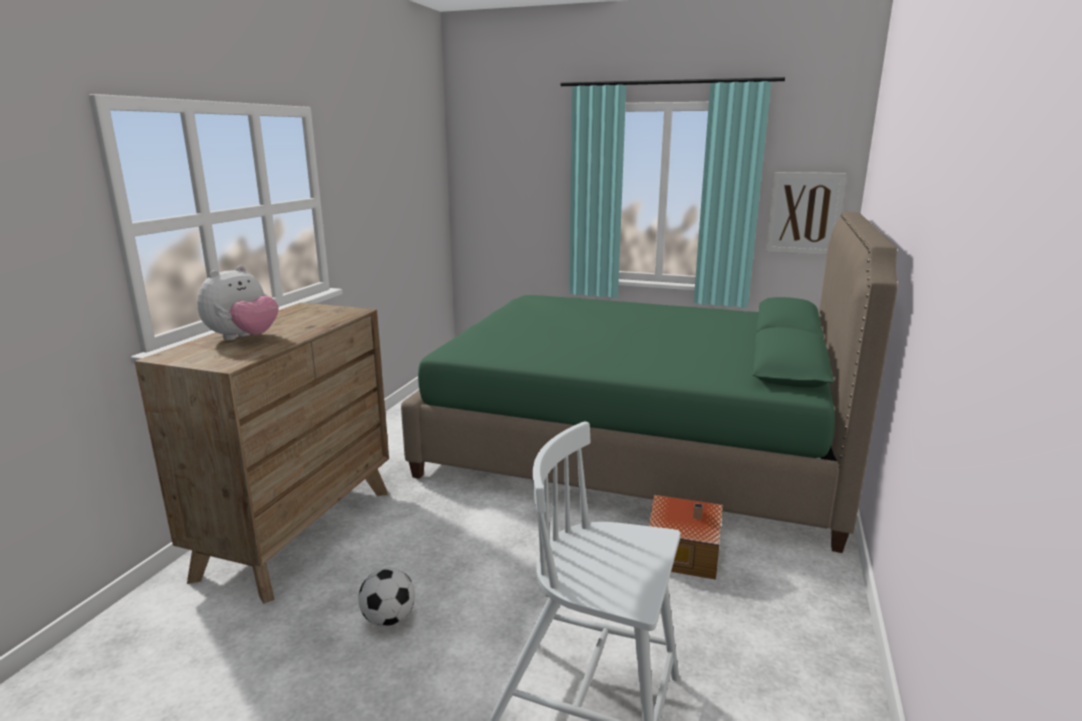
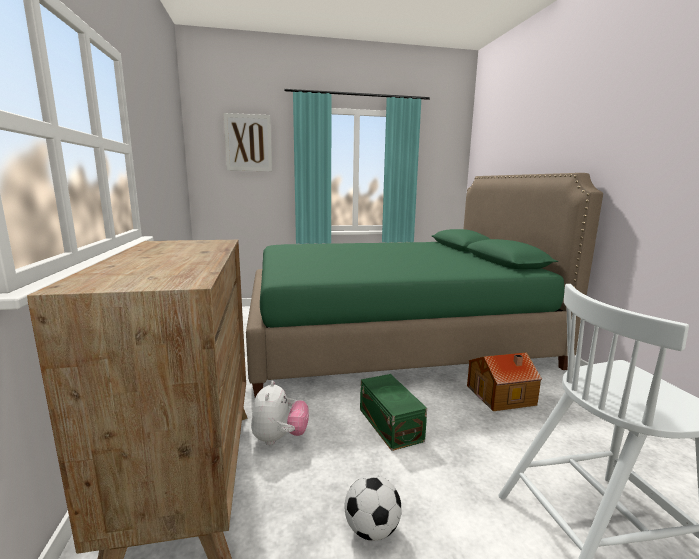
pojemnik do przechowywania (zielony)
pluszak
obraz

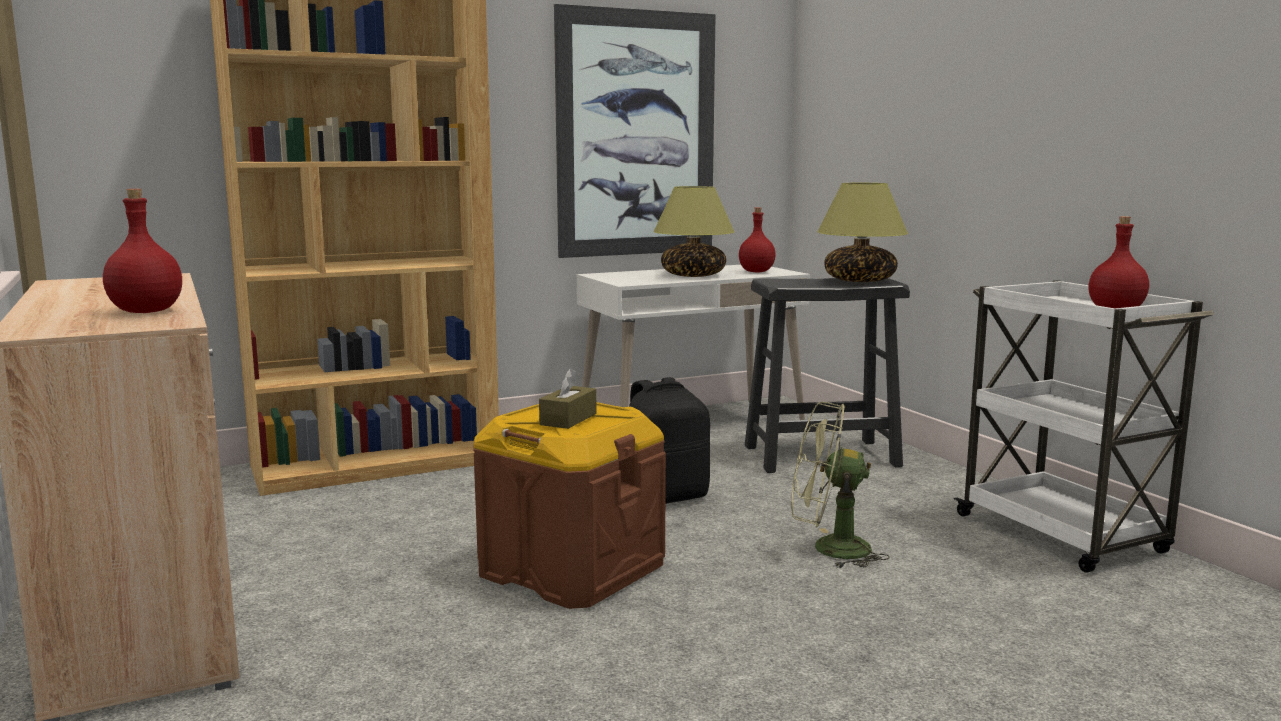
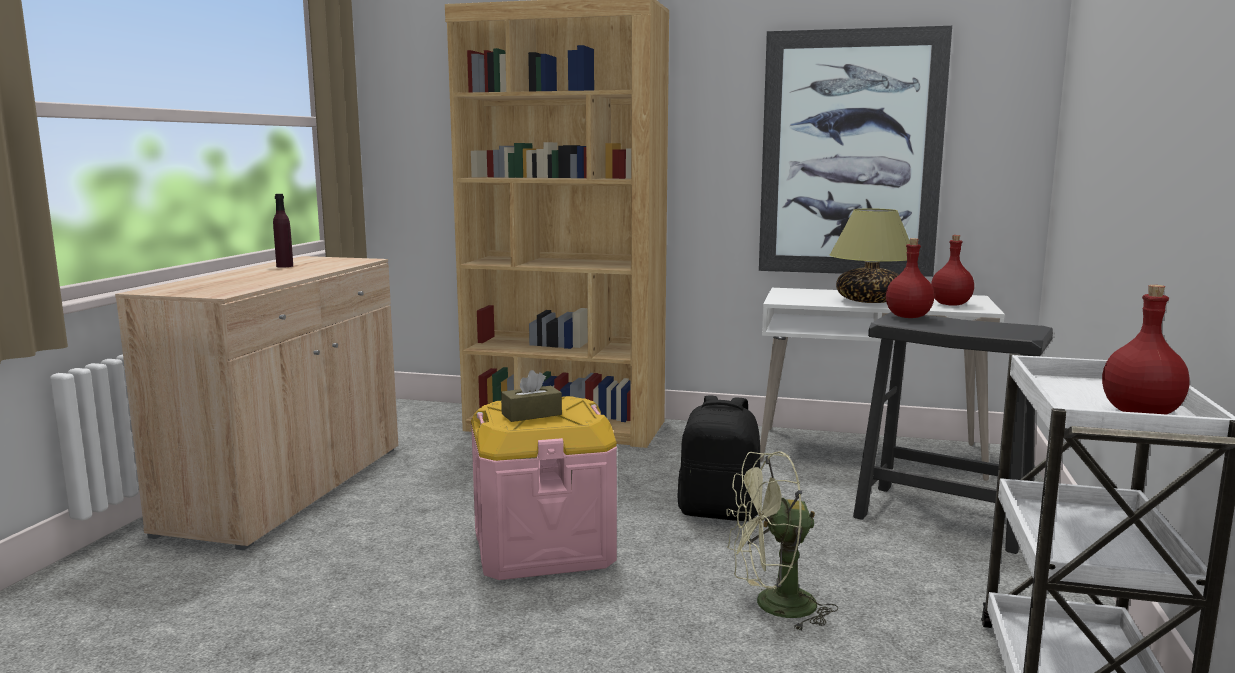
lampa stołowa (2nd from left in the first image)
butelka (fioletowy)
butelka (czerwony) (1st from left)
pojemnik do przechowywania (różowy)
wentylator (zielony)

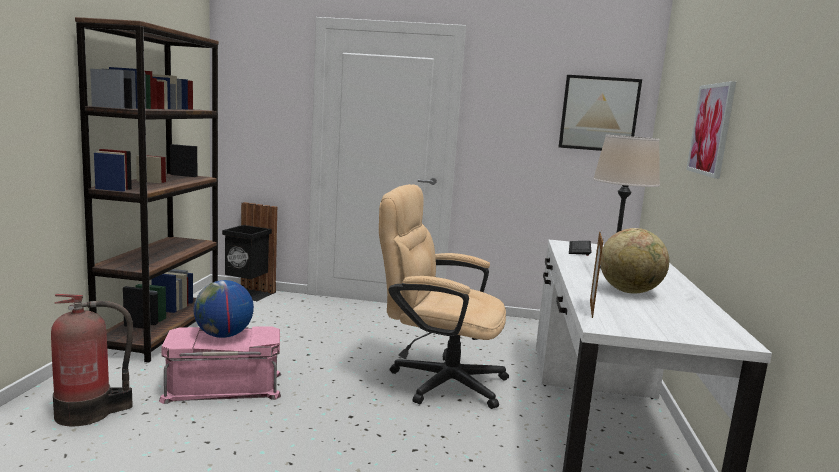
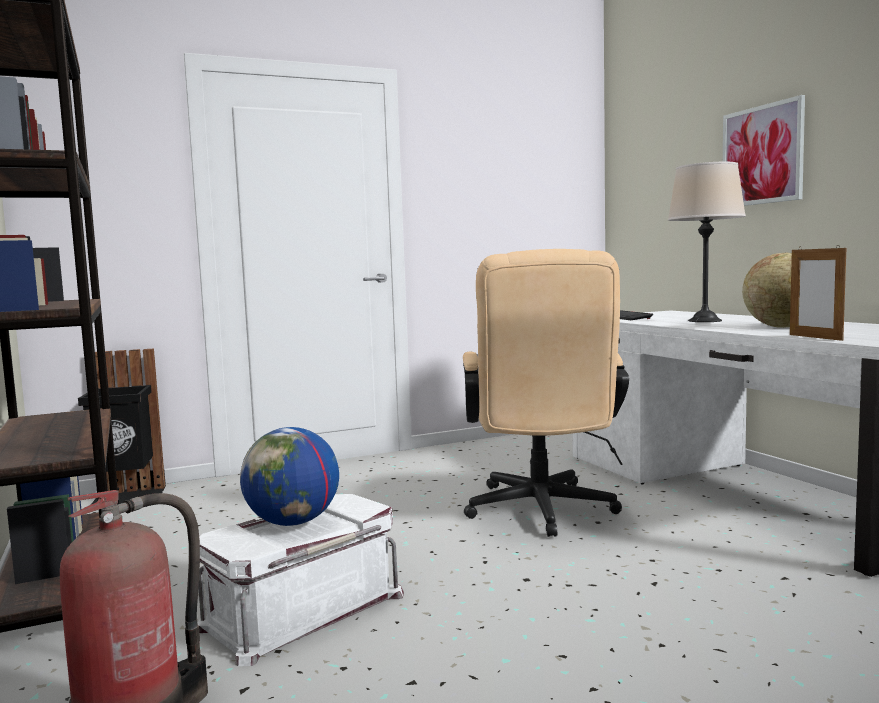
obraz (1st from left in the first image)
pojemnik do przechowywania (biały)
krzesło biurowe (beżowy)

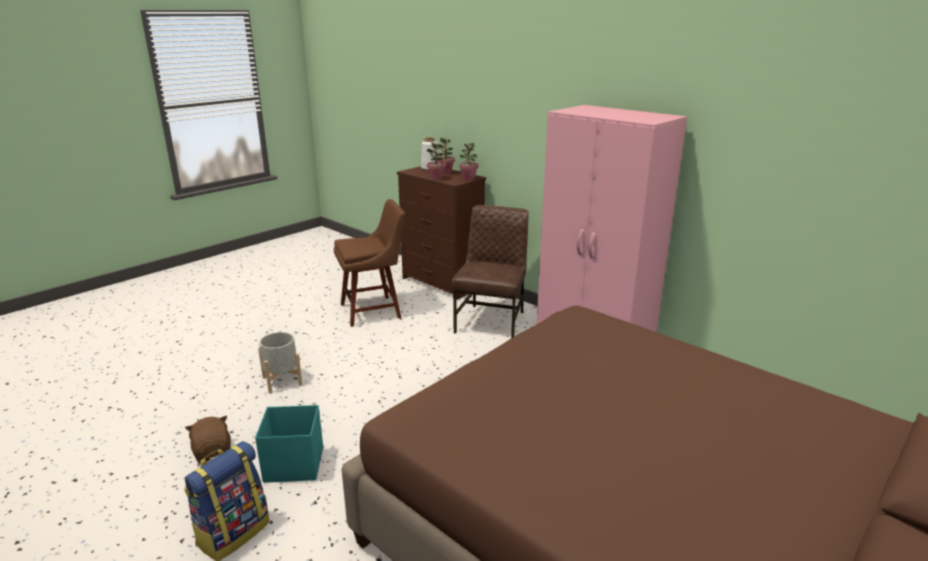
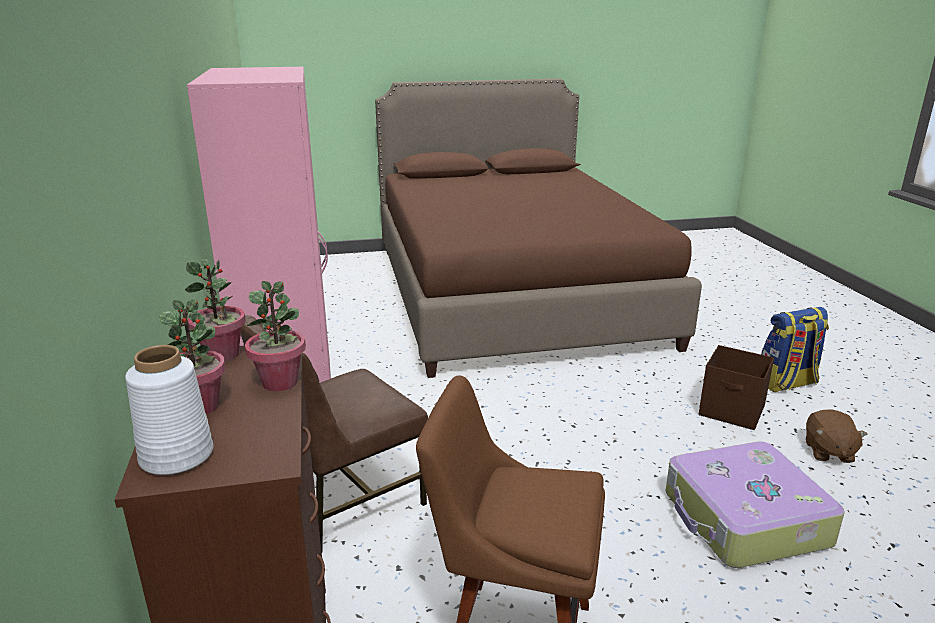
walizka
pojemnik do przechowywania (brązowy)

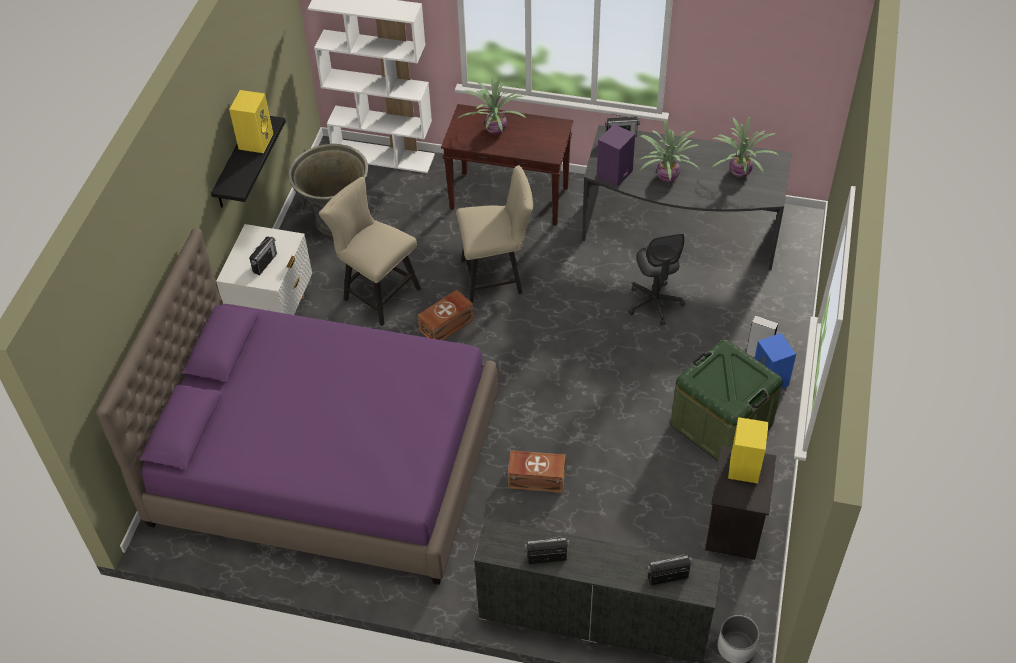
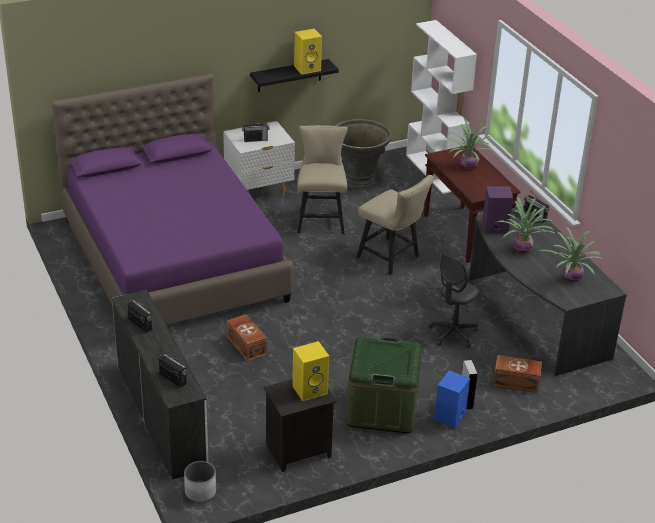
pojemnik do przechowywania (brązowy) (2nd from left)

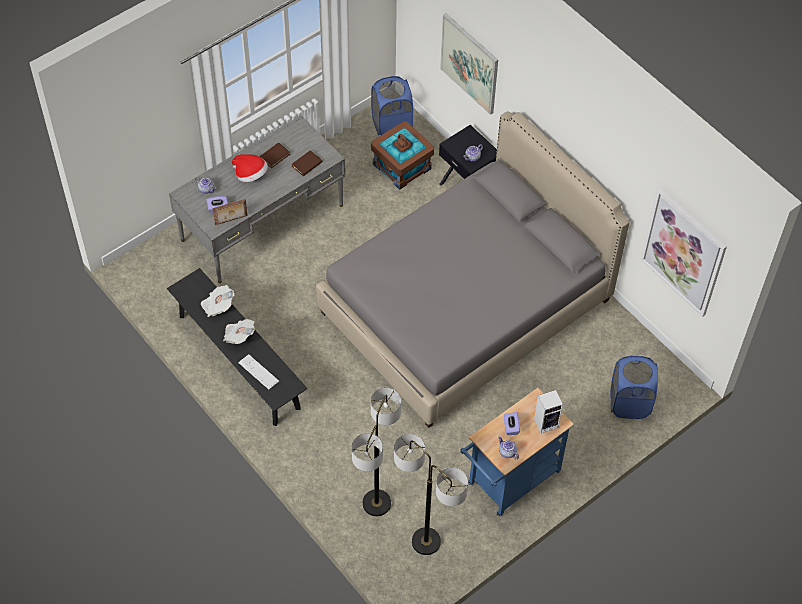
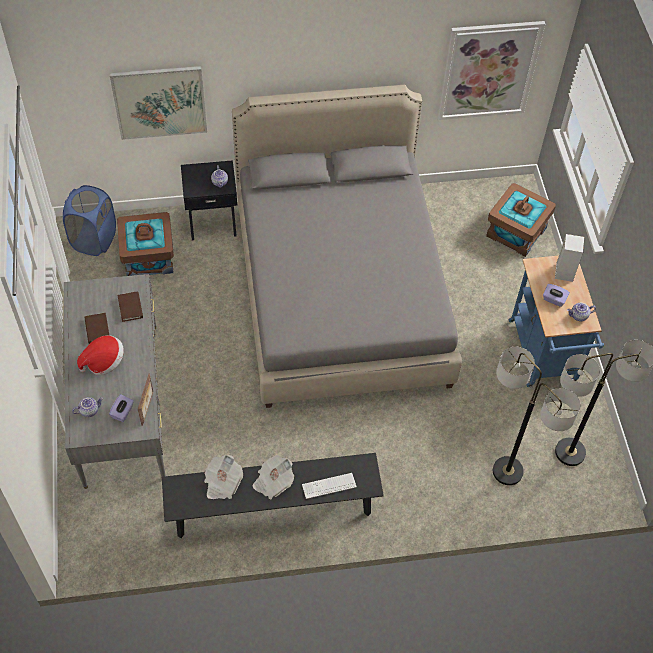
pojemnik do przechowywania (brązowy) (2nd from left)

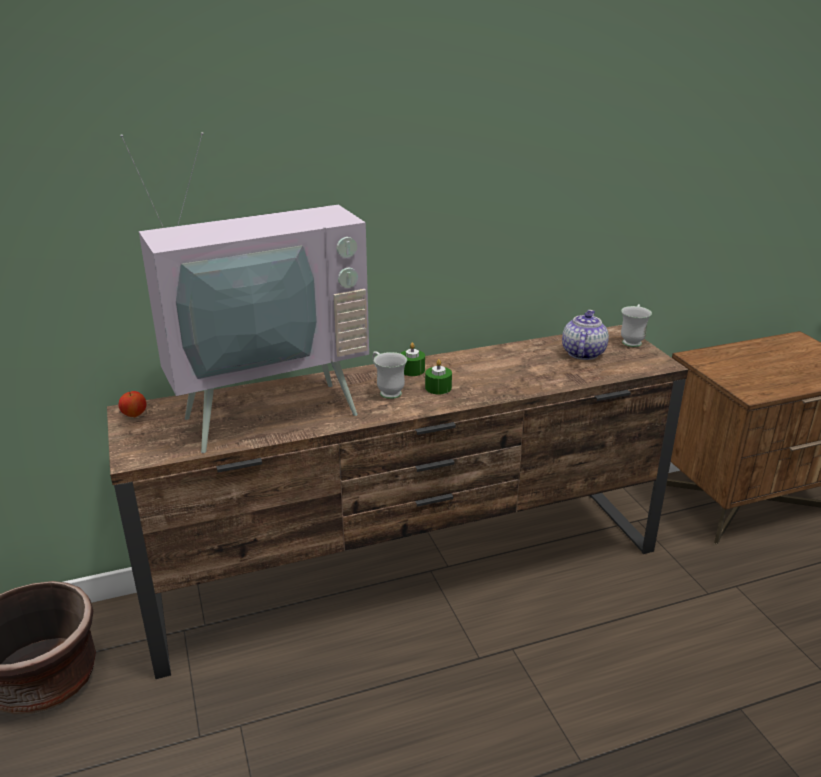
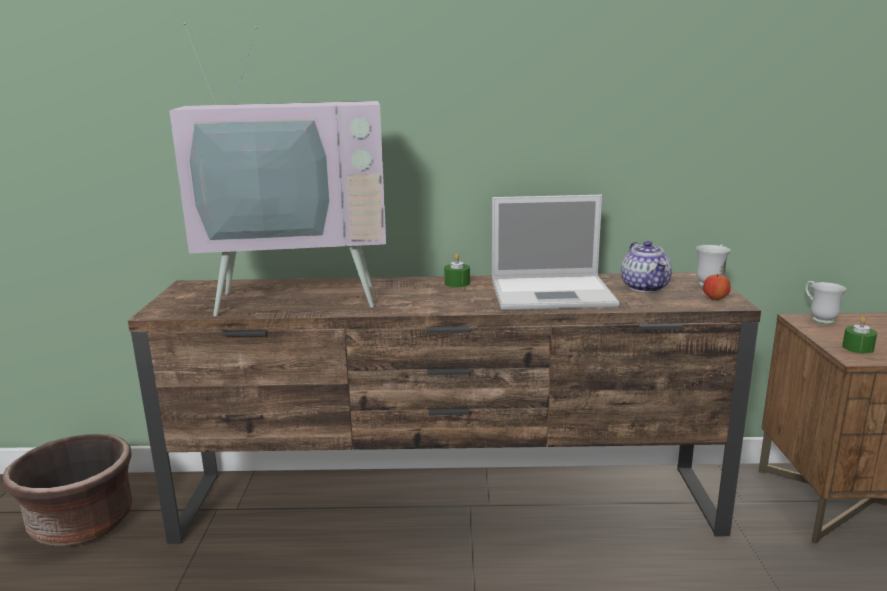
laptop
jabłko
kubek (biały) (2nd from left)
świeca (zielony) (2nd from left)
imbryk

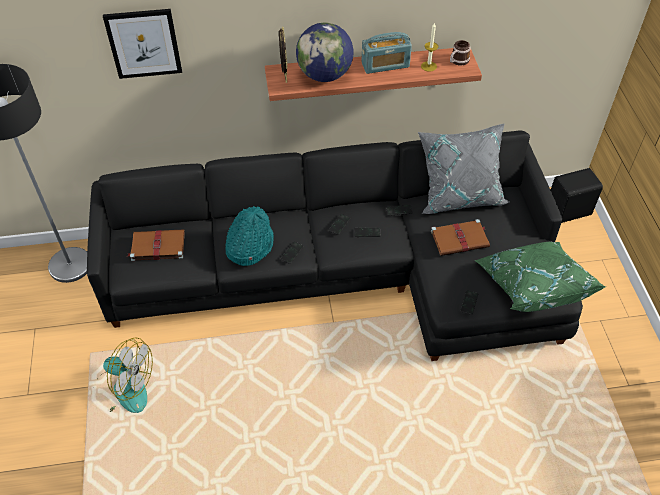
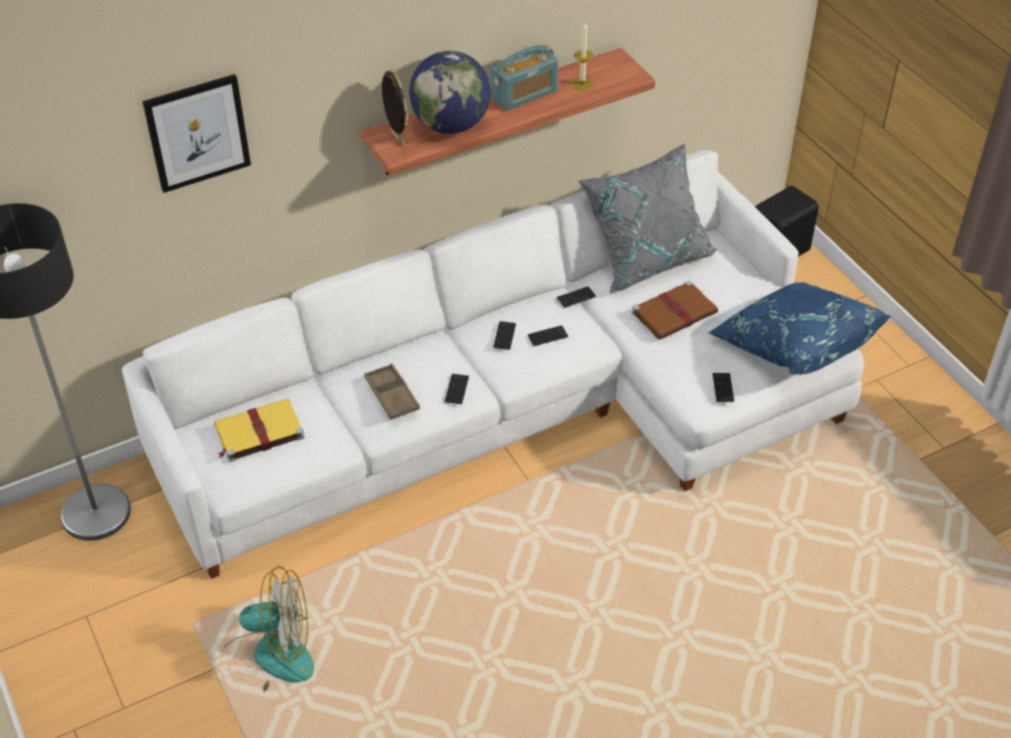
kubek
taca (brązowy)
kanapa (biały)
książka (żółty)
poduszka (niebieski)

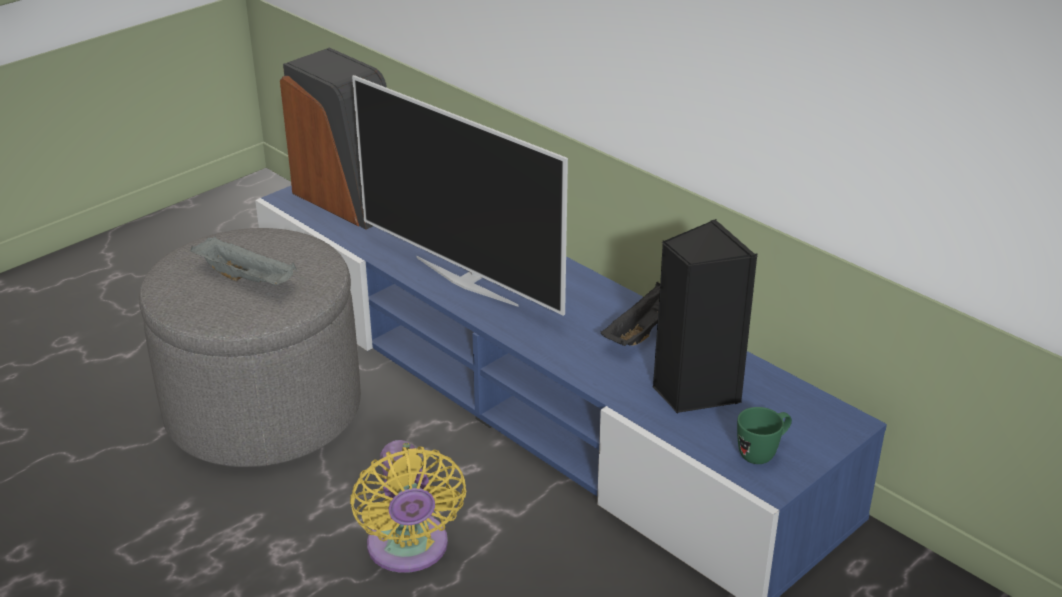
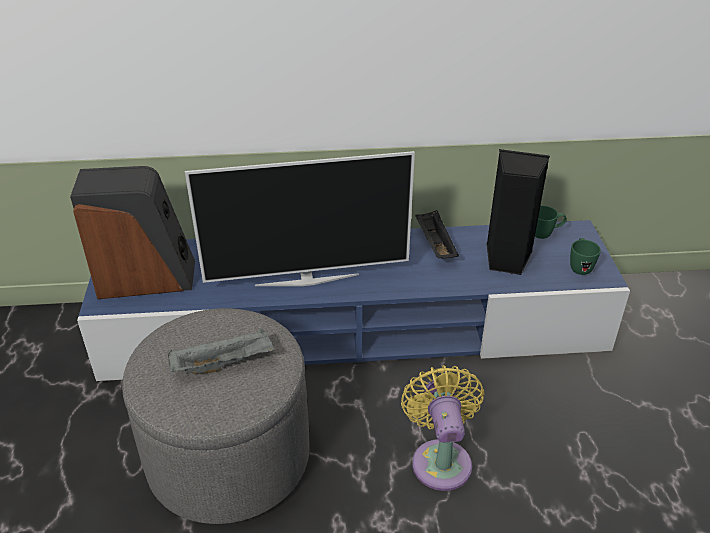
kubek (zielony) (1st from left)
wentylator (żółty)

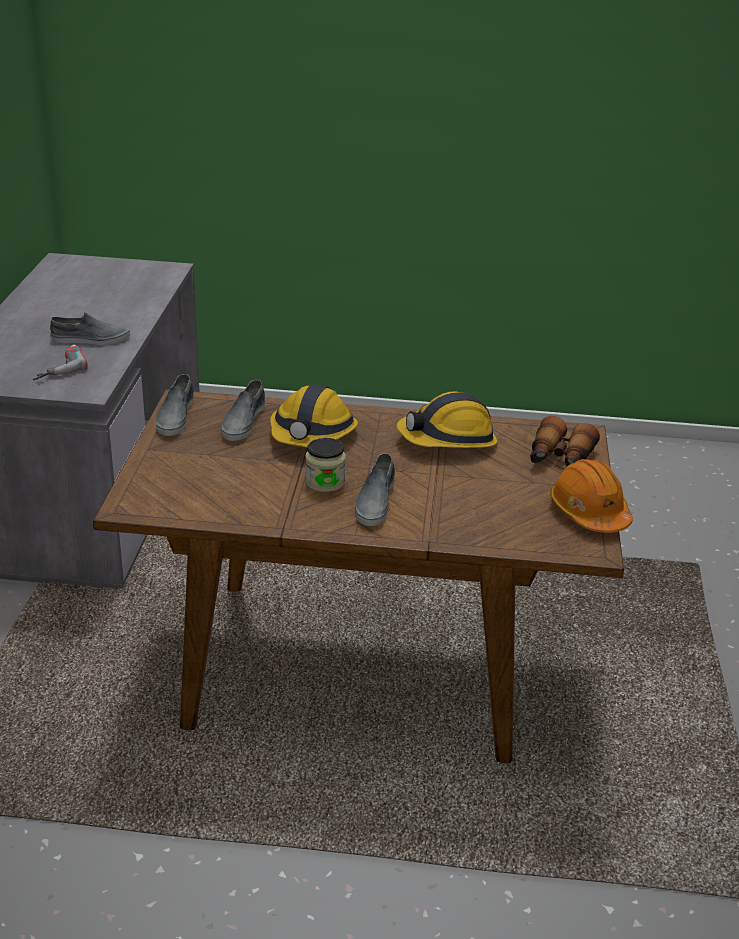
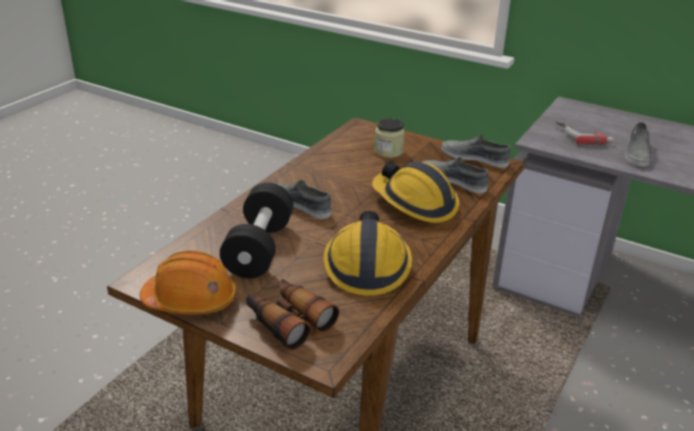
hantel (czarny)
słoik

